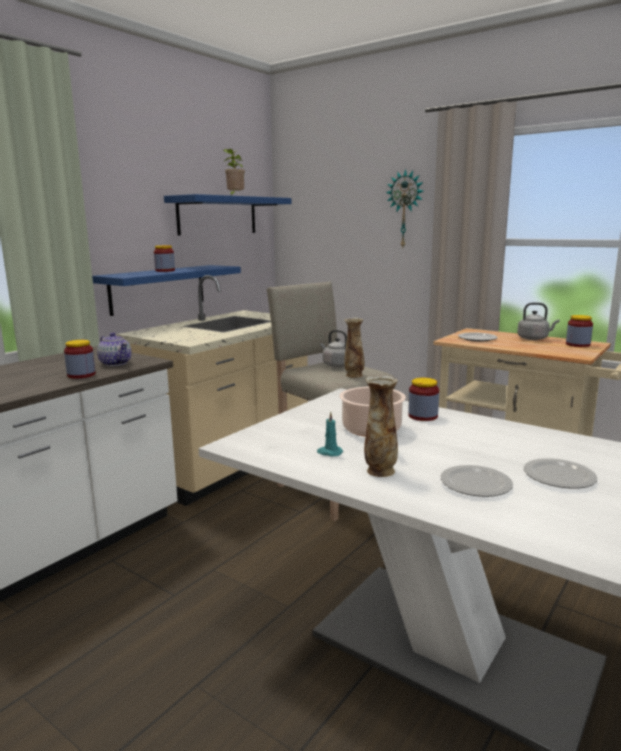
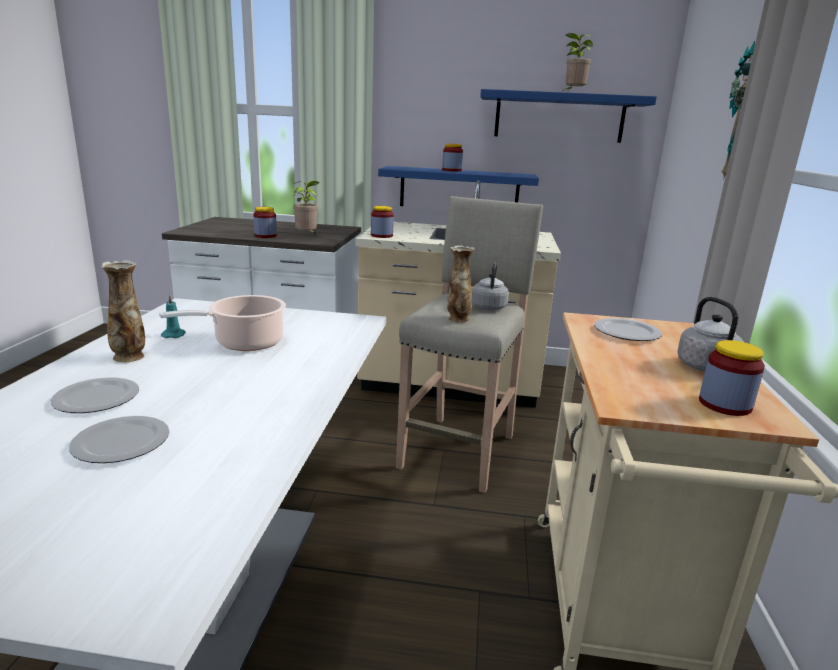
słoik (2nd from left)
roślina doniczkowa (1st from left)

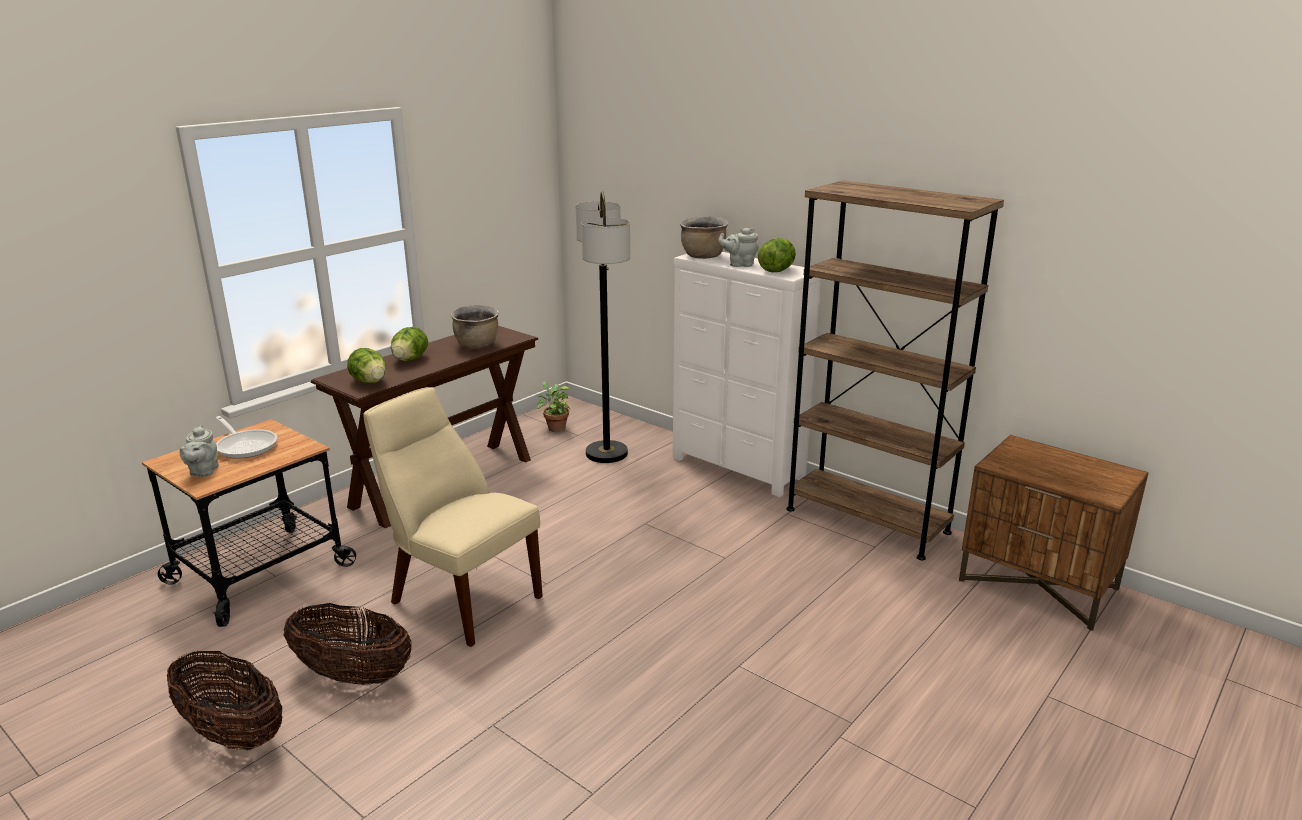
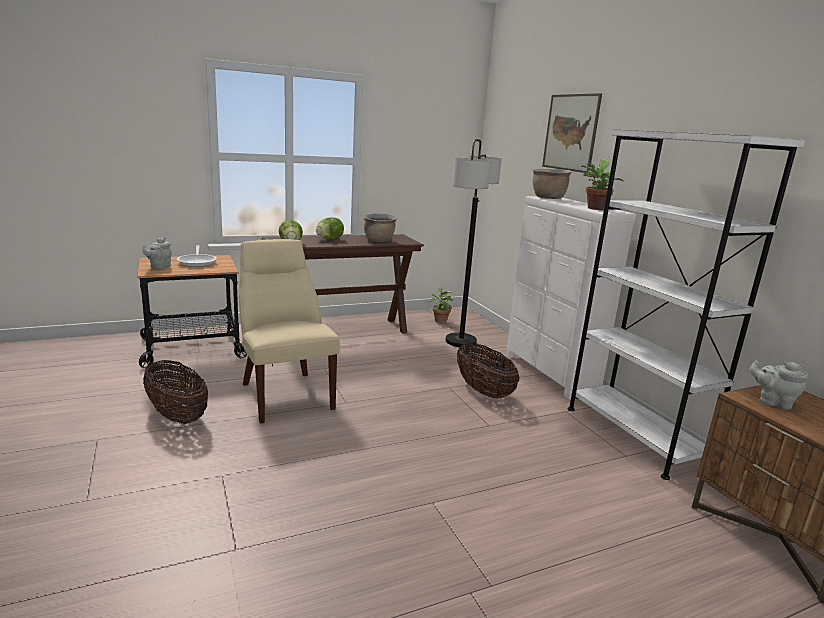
obraz
koszyk (2nd from left)
imbryk (szary) (2nd from left)
roślina doniczkowa (2nd from left)
regał (biały)

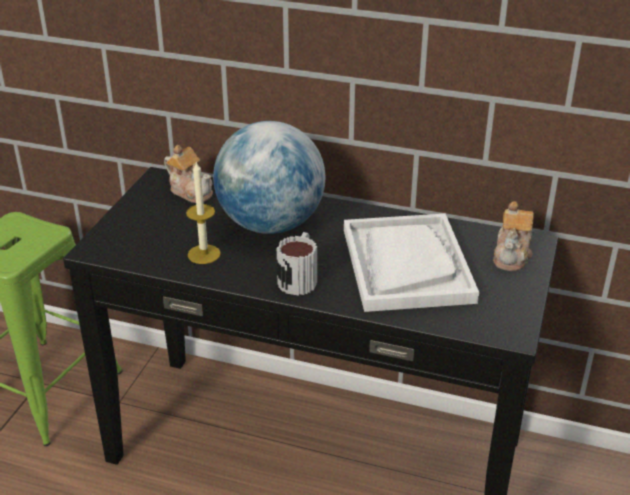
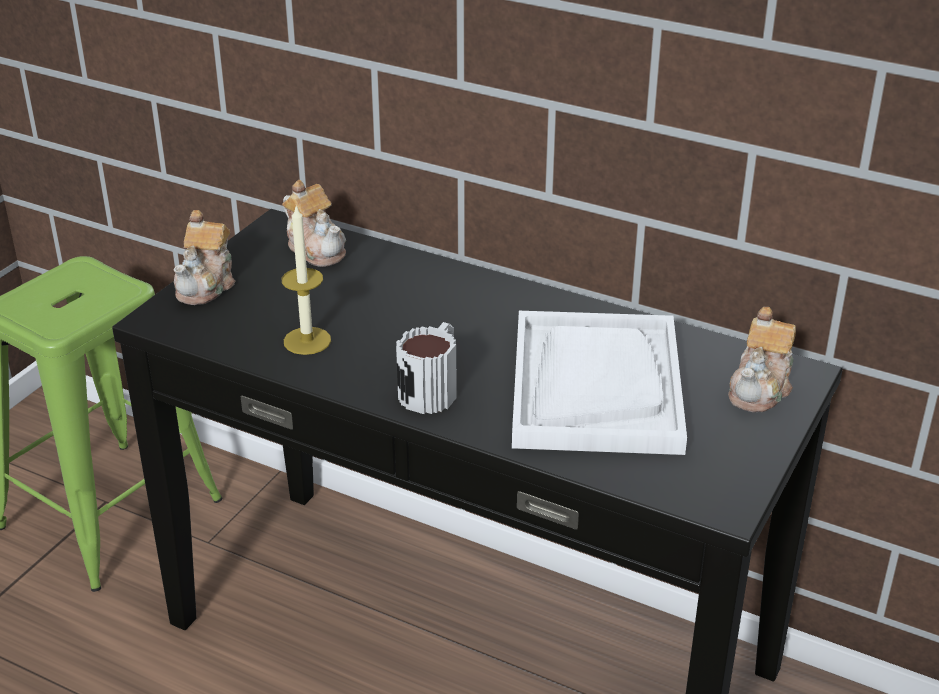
globus
imbryk (1st from left)

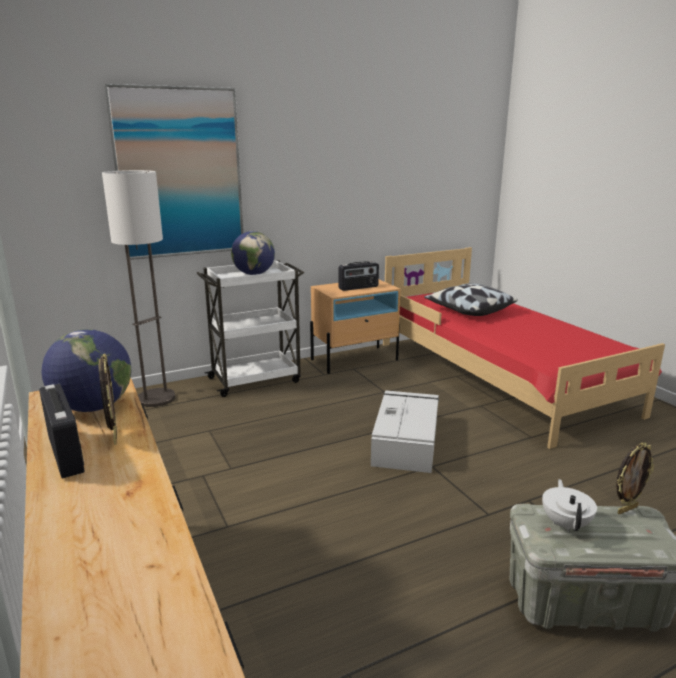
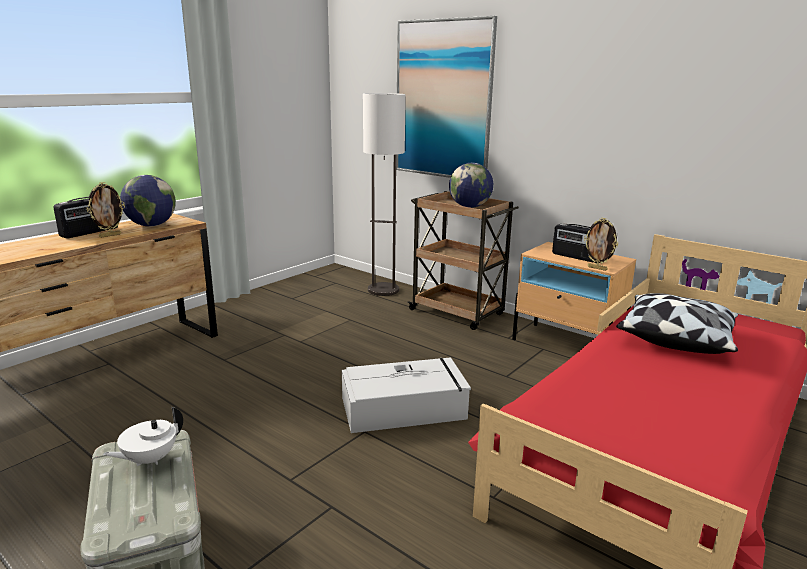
ramka na zdjęcie (2nd from left)
wózek (brązowy)
imbryk (biały)

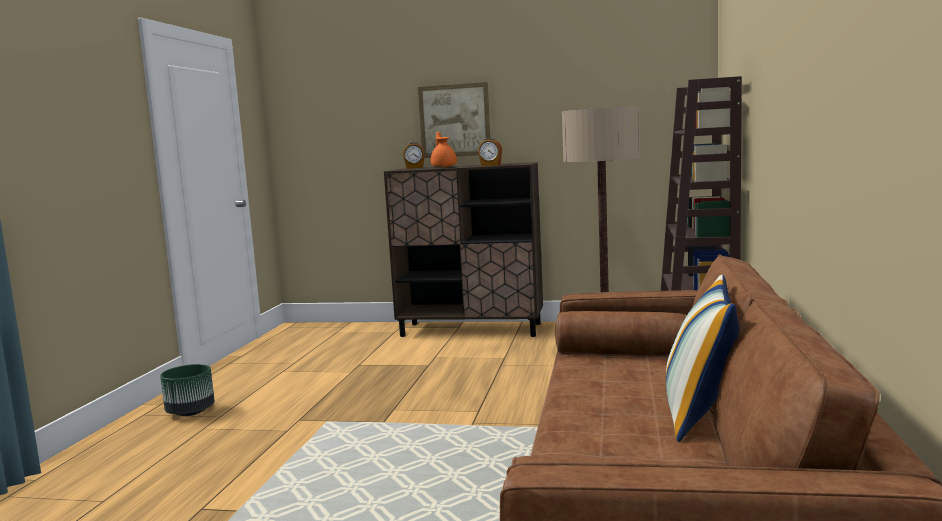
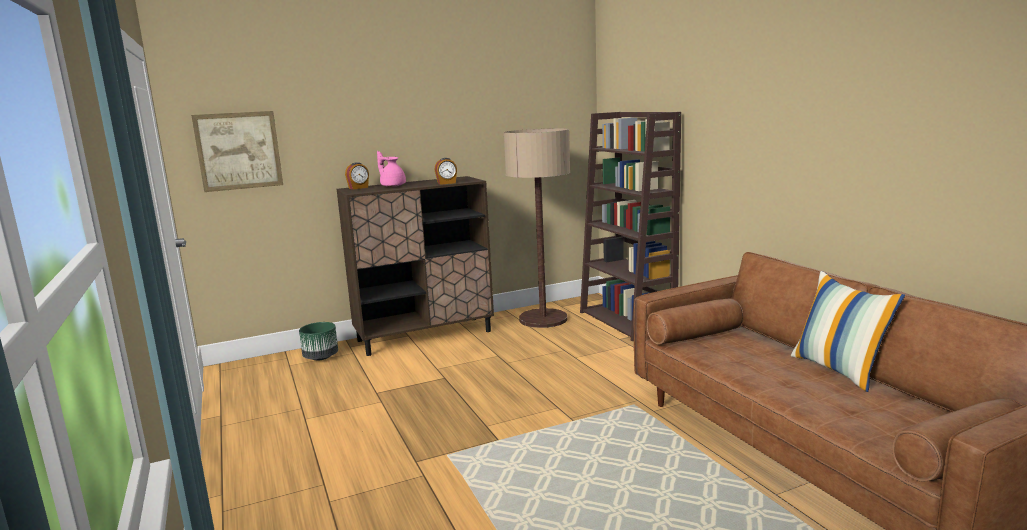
donica (zielony)
obraz
imbryk (różowy)

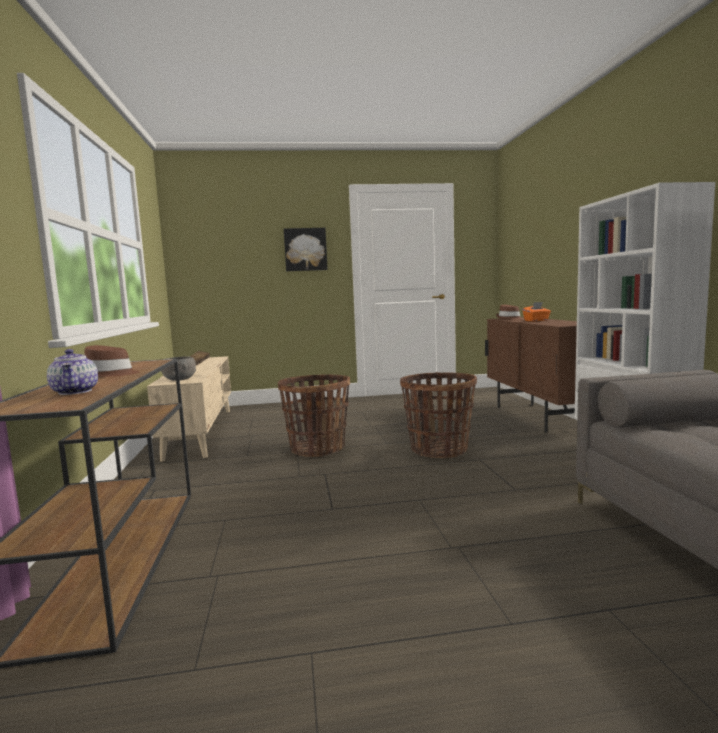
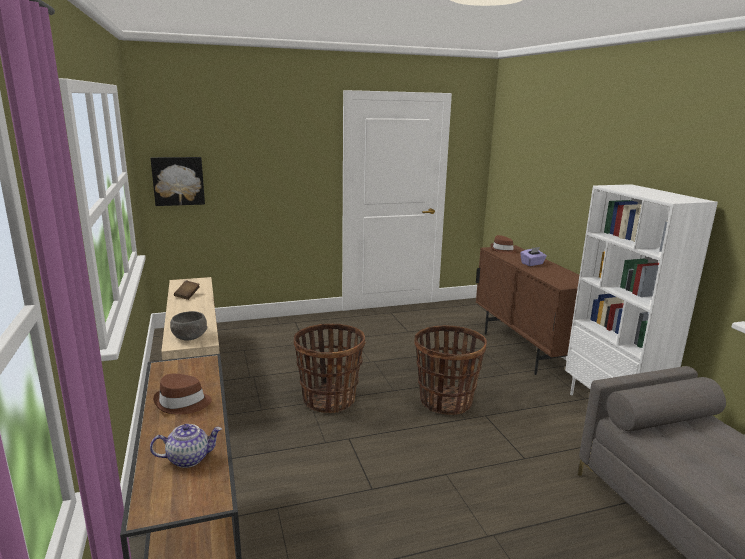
obraz
pudełko chusteczek (fioletowy)
imbryk

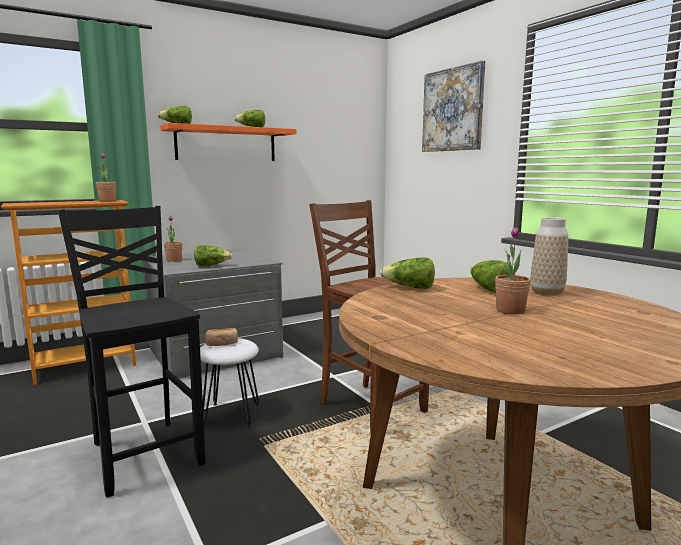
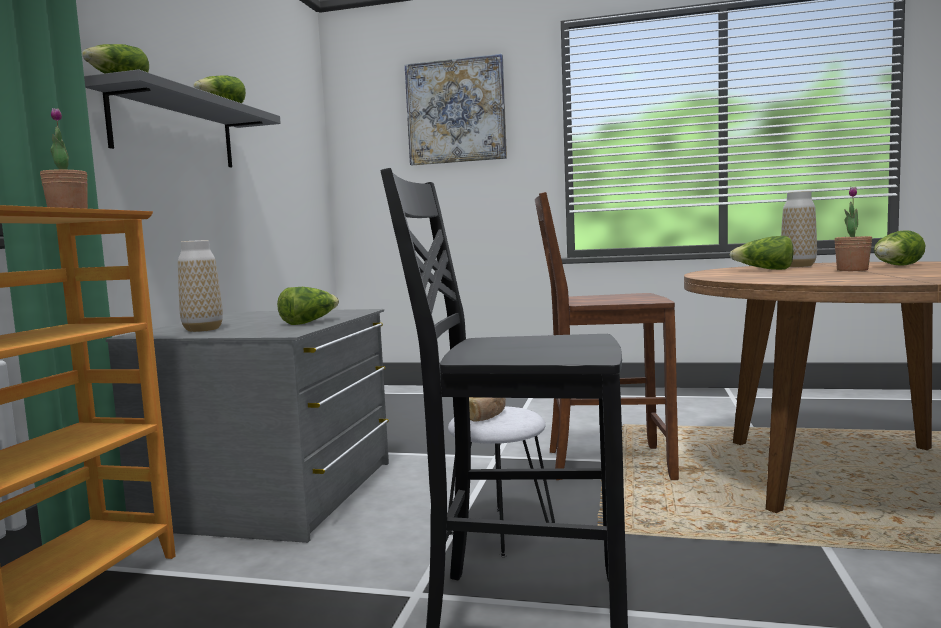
sałata (5th from left)
wazon (1st from left)
półka (szary)

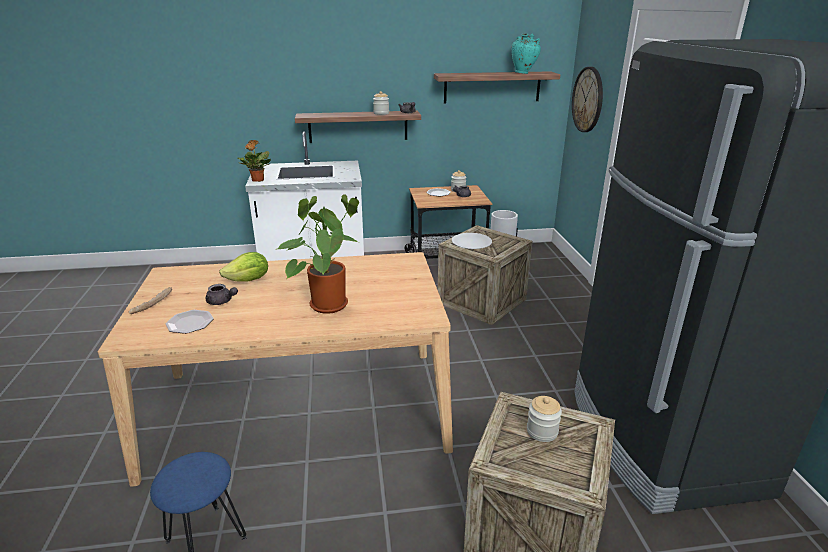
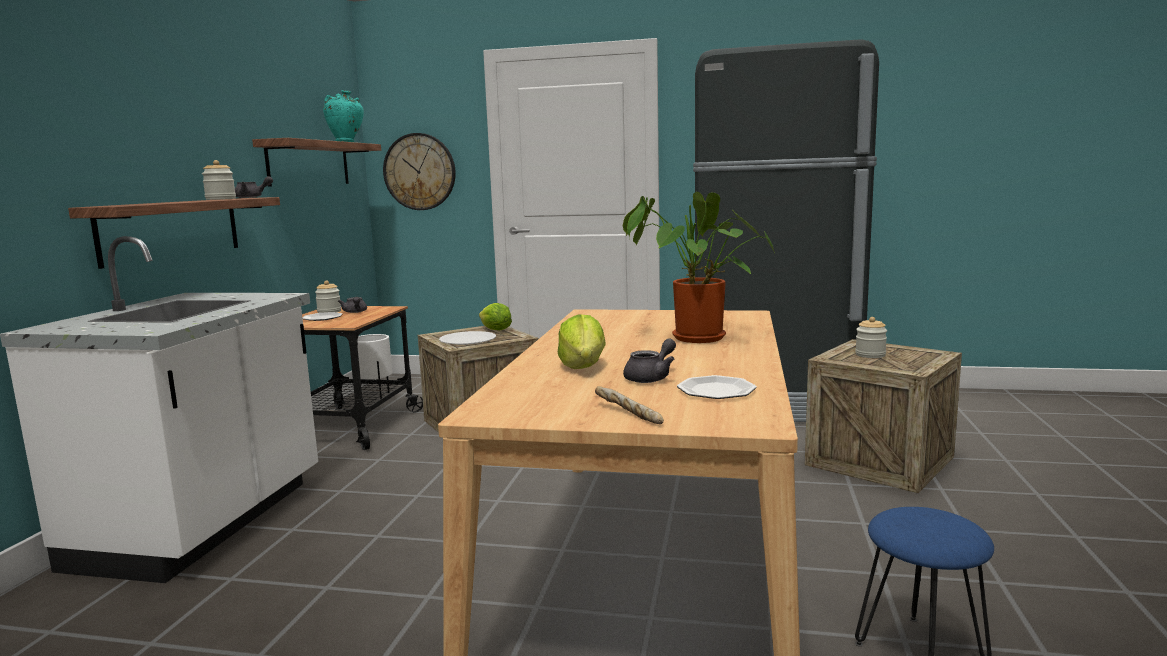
roślina doniczkowa (1st from left in the first image)
sałata (1st from left)

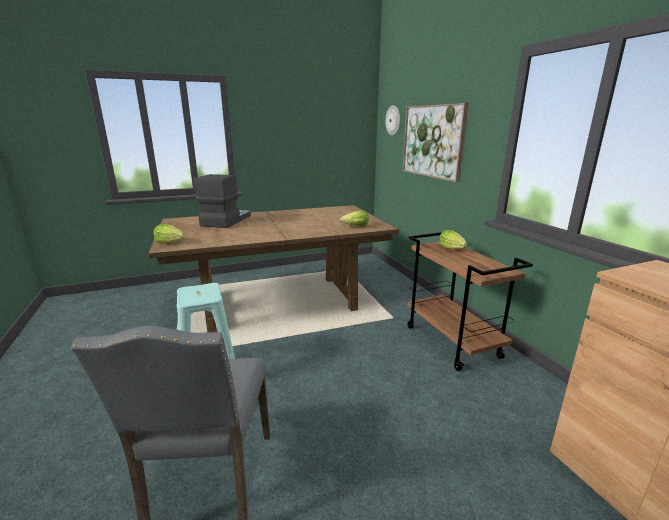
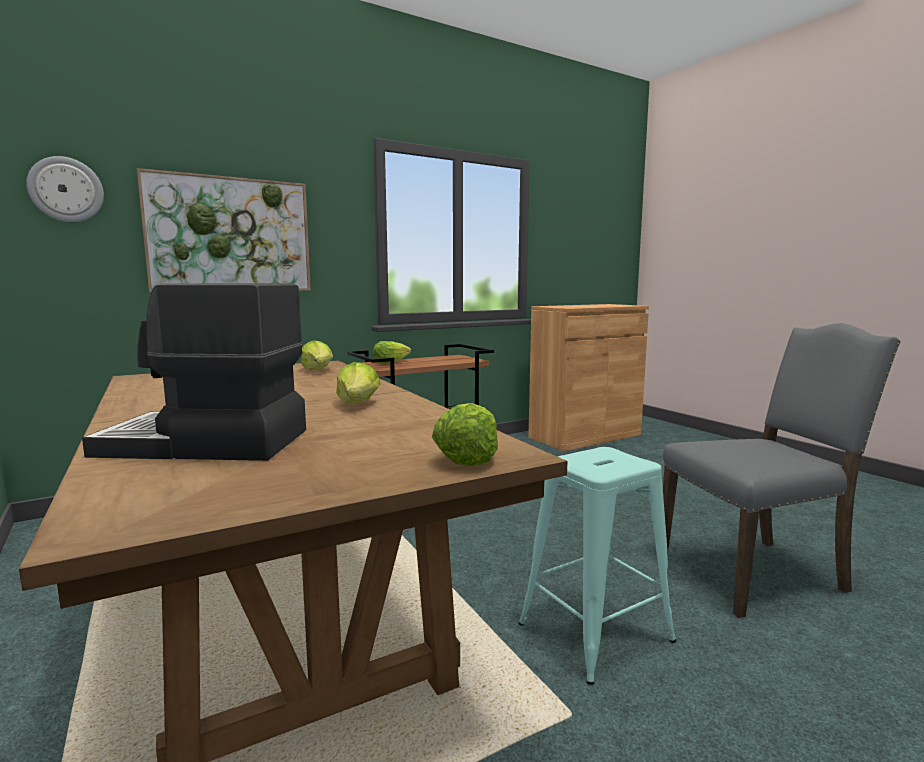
sałata (2nd from left)

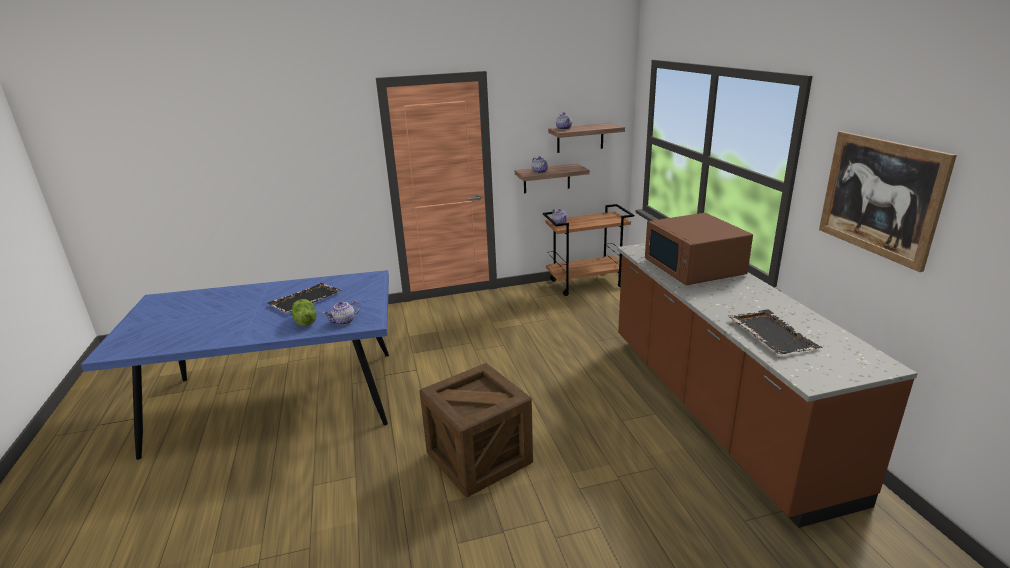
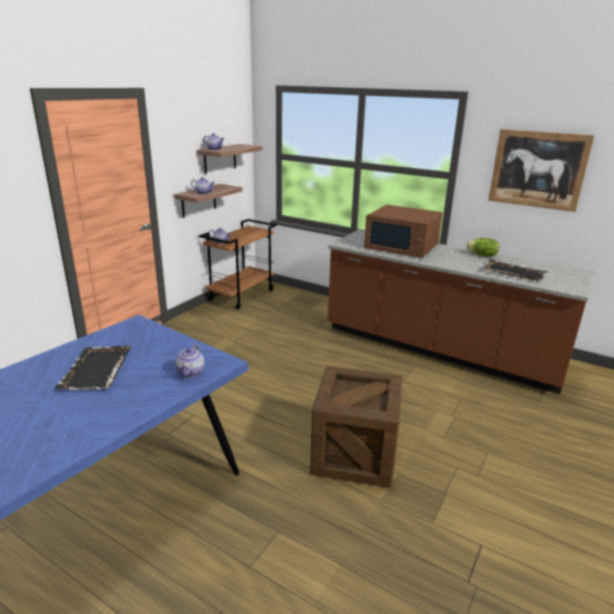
sałata

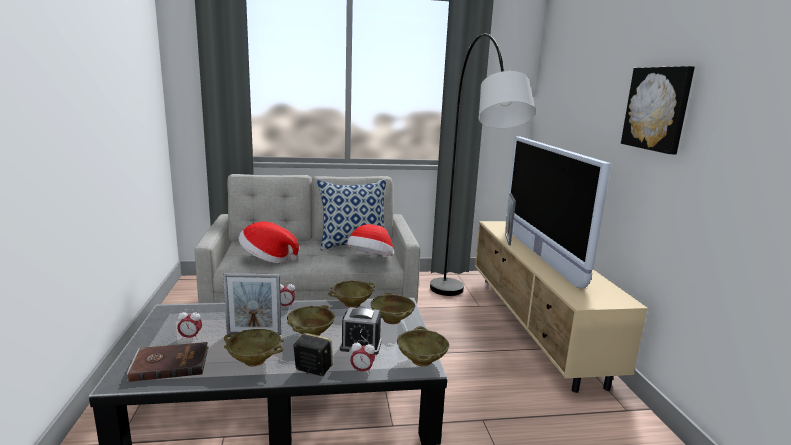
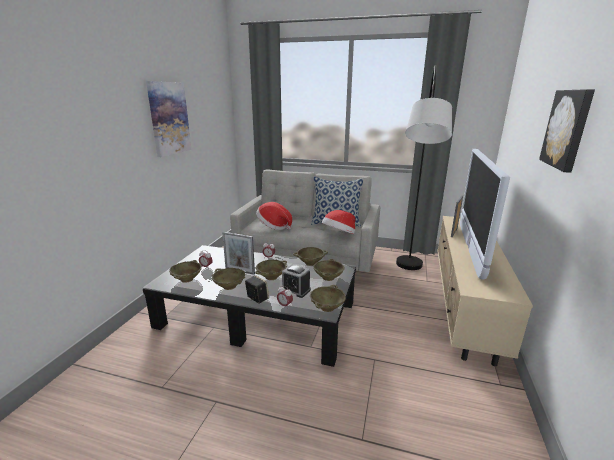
obraz (1st from left)
miska (beżowy) (1st from left)

